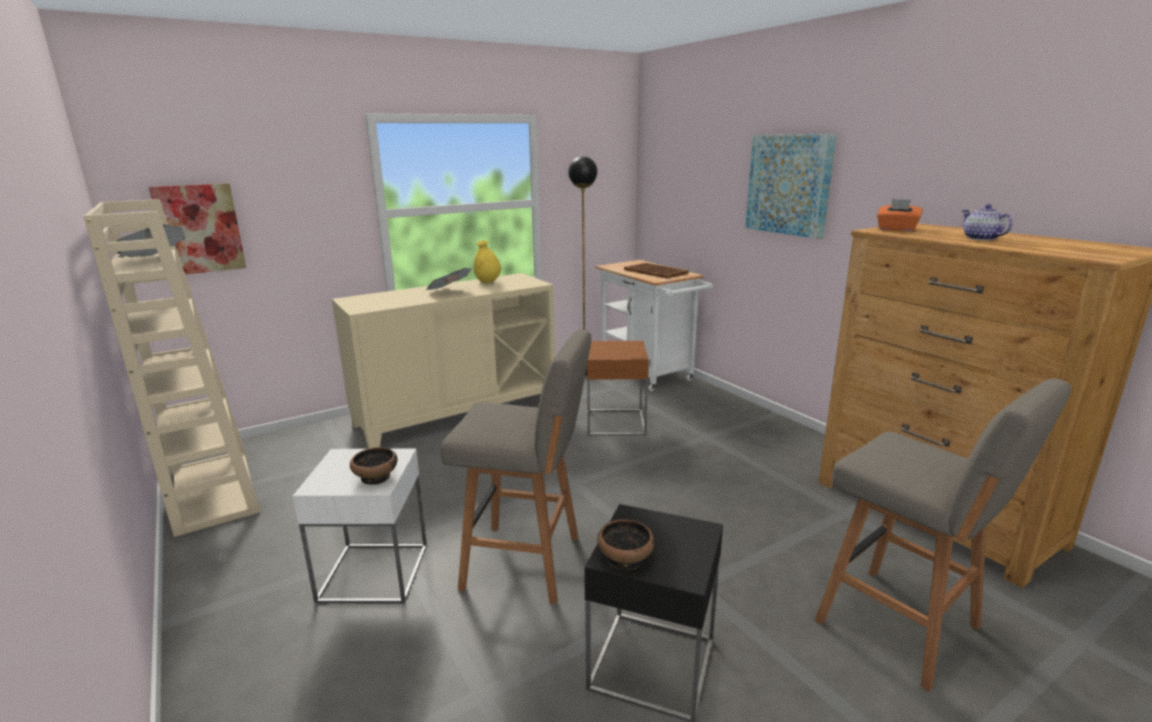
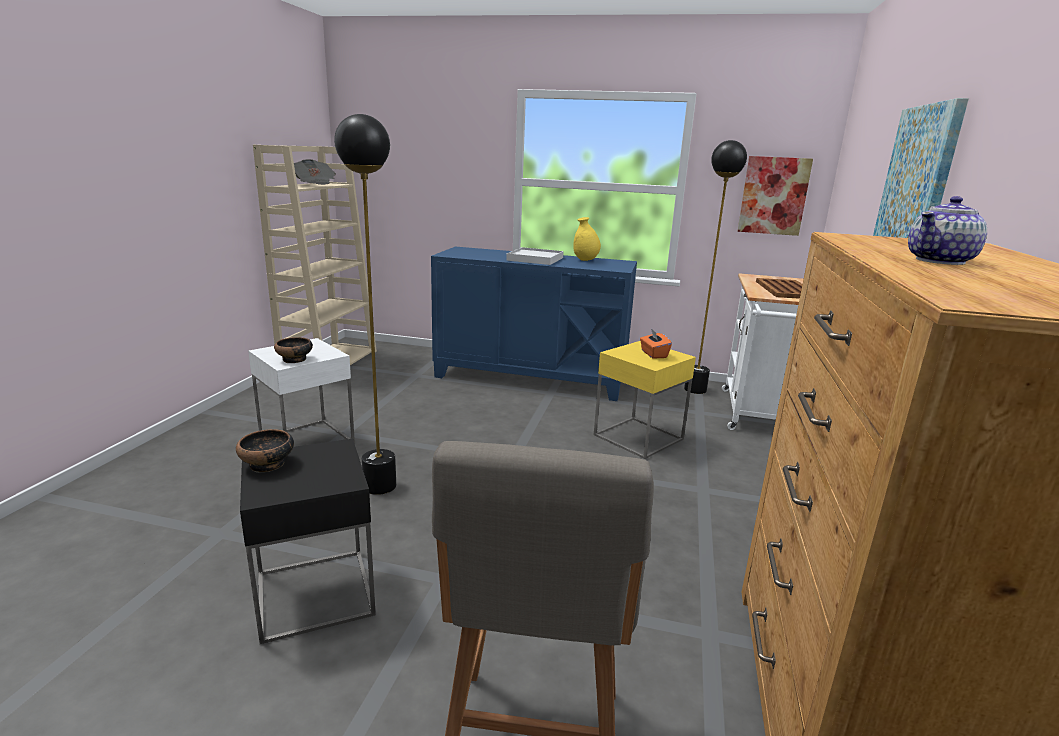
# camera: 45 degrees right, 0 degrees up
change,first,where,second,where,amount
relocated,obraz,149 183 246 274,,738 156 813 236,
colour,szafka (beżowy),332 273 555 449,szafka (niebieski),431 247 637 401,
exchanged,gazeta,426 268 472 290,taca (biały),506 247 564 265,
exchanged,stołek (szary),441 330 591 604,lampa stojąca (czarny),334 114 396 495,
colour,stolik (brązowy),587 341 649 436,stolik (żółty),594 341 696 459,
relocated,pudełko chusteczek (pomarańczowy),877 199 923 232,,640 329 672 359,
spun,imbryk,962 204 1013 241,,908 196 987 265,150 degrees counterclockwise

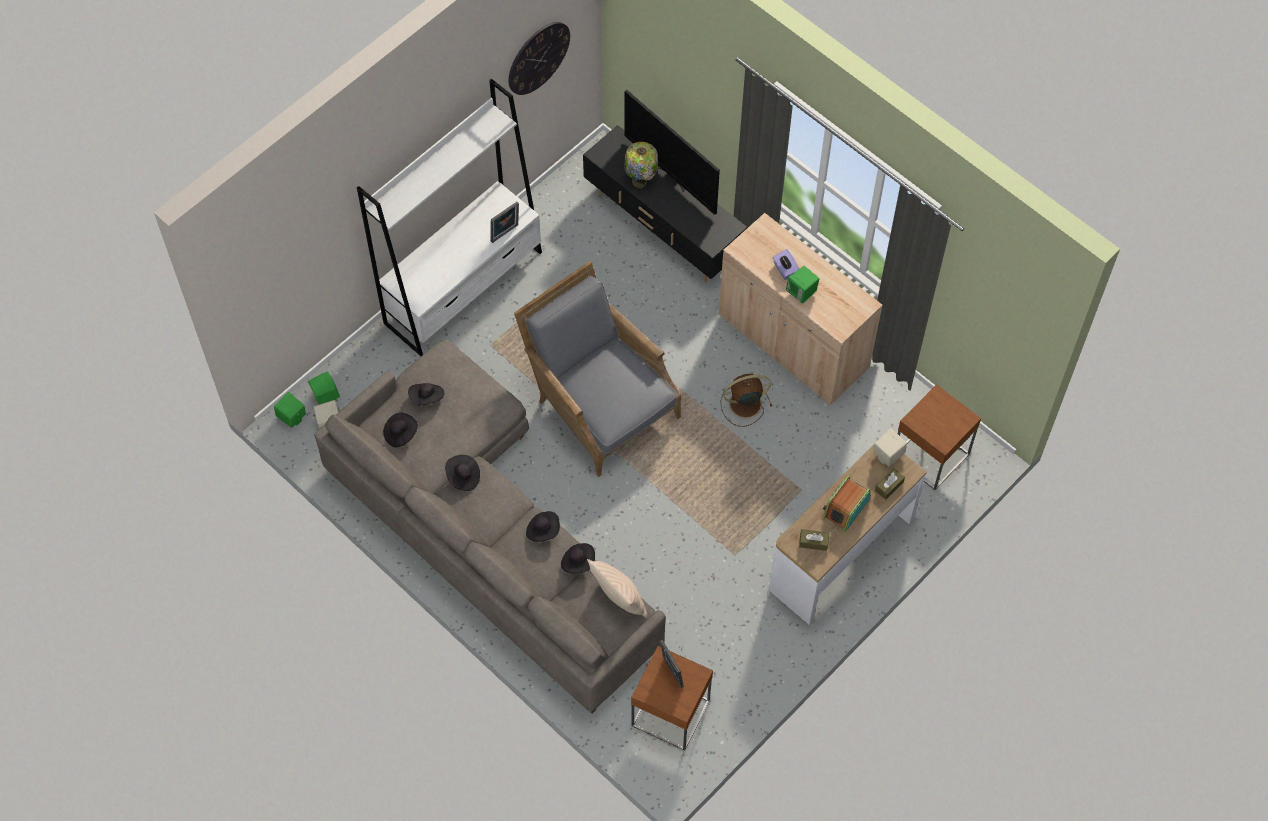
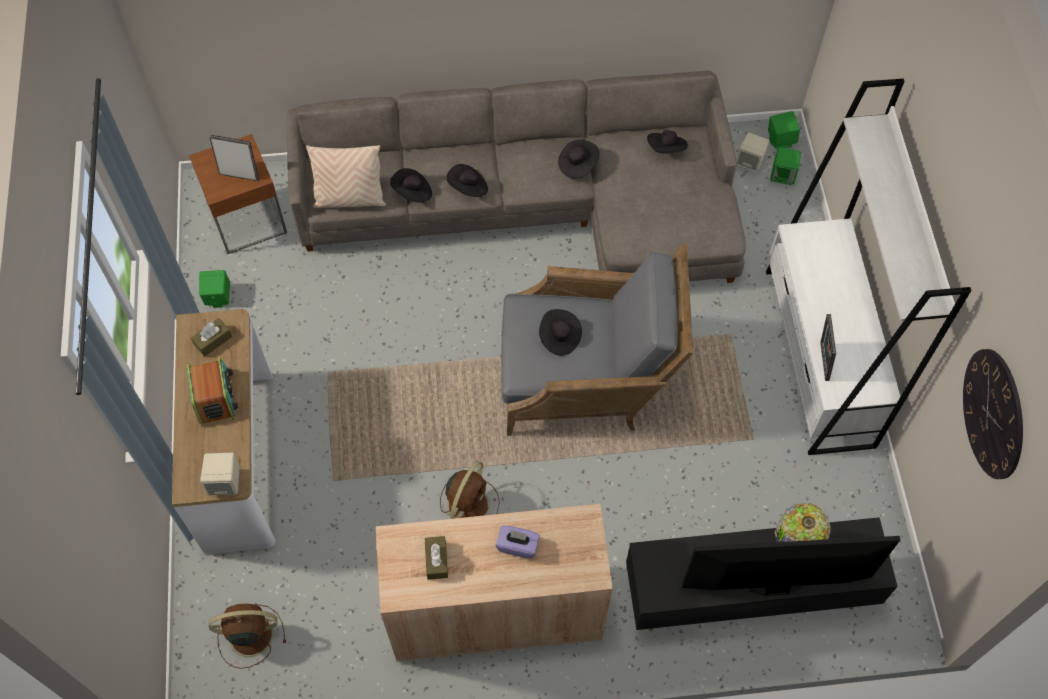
# camera: 130 degrees right, 0 degrees up
change,first,where,second,where,amount
relocated,kapelusz (czarny),408 383 444 405,,539 309 582 356,
relocated,głośnik (zielony),786 266 819 304,,199 270 230 308,
relocated,pudełko chusteczek (brązowy),875 468 905 500,,424 536 448 580,
exchanged,stolik (brązowy),898 384 981 490,wentylator (brązowy),209 603 286 669,

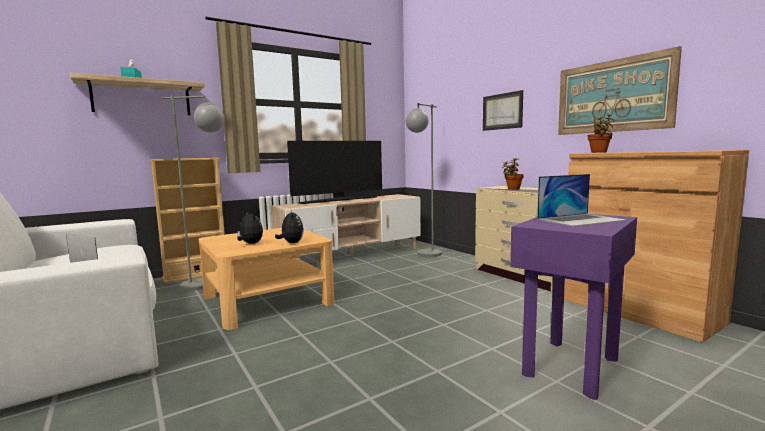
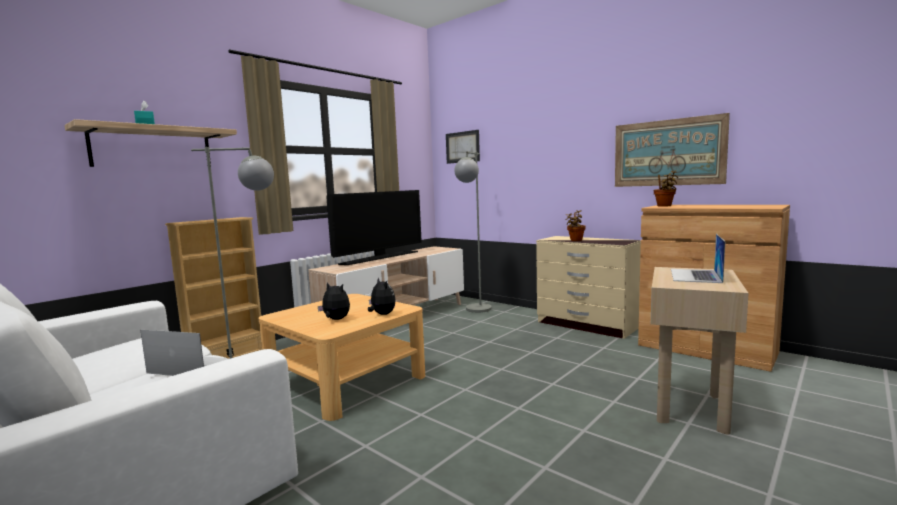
# camera: 15 degrees left, 0 degrees up
change,first,where,second,where,amount
relocated,obraz,483 90 523 131,,446 130 480 164,
colour,stolik (fioletowy),510 214 637 400,stolik (beżowy),651 267 749 435,
spun,laptop,537 174 626 226,,671 234 725 283,150 degrees clockwise

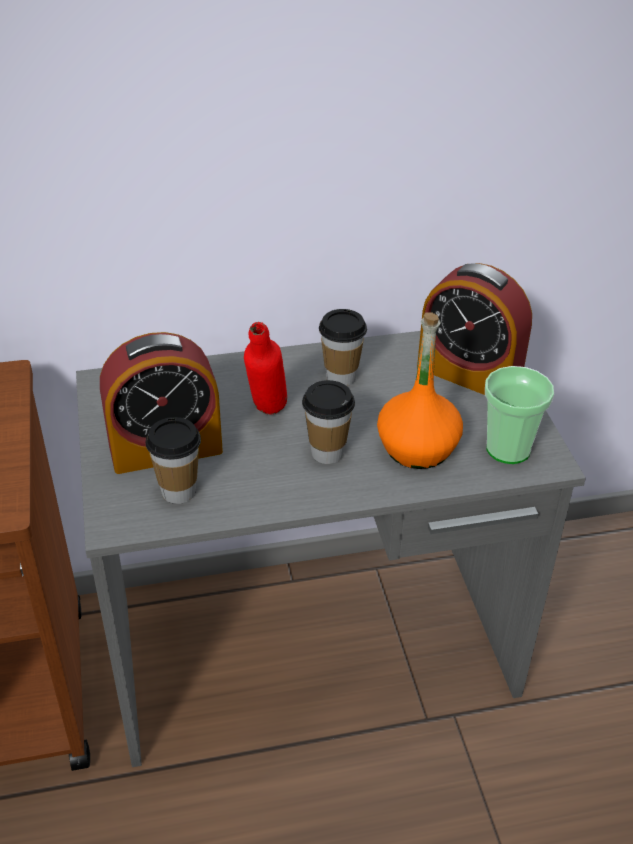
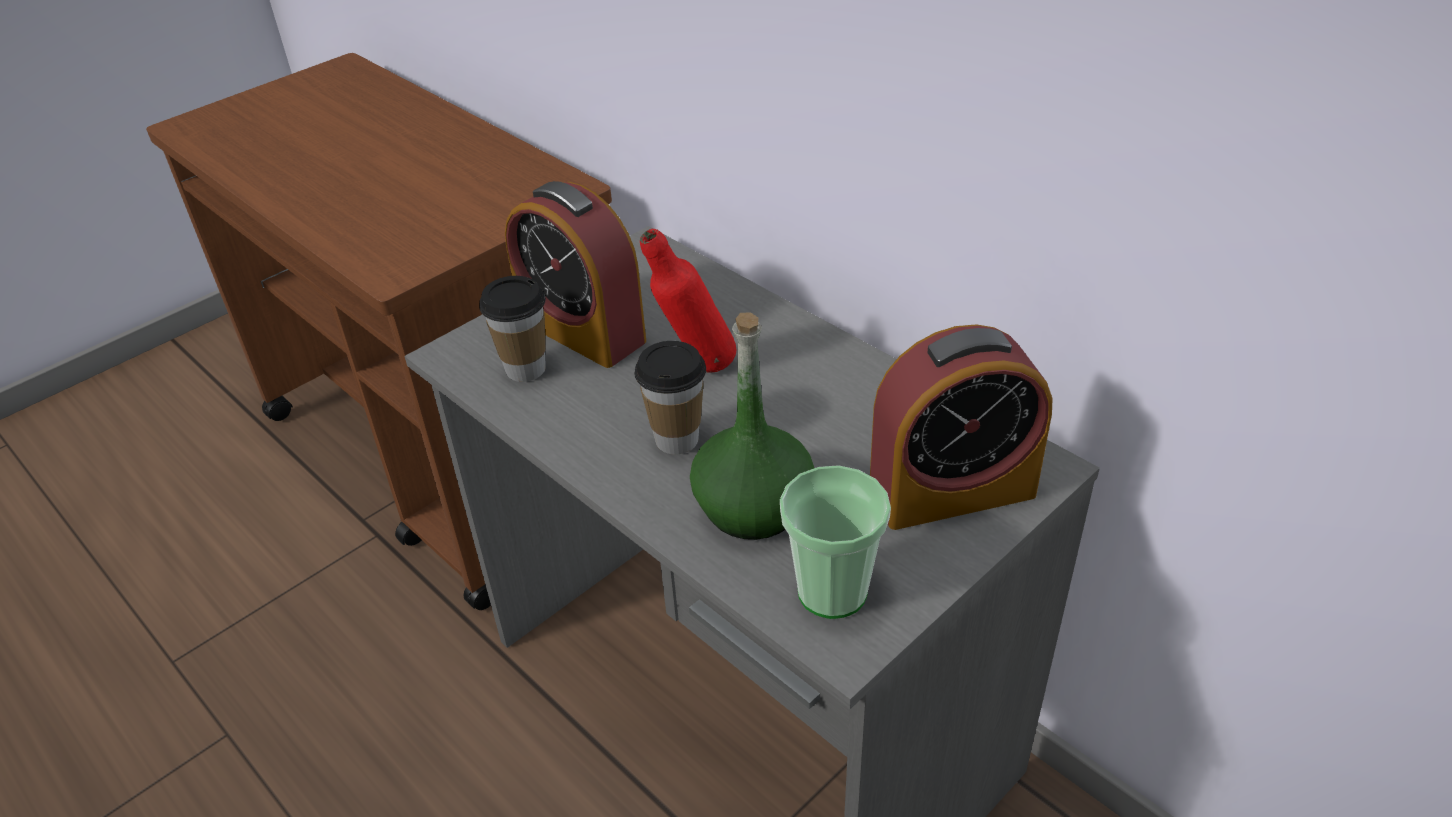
# camera: 60 degrees right, 0 degrees up
change,first,where,second,where,amount
missing,filiżanka,319 309 367 386,,,
colour,butelka (pomarańczowy),377 312 463 469,butelka (zielony),690 312 814 540,
spun,budzik,417 263 532 395,,870 324 1052 530,105 degrees counterclockwise

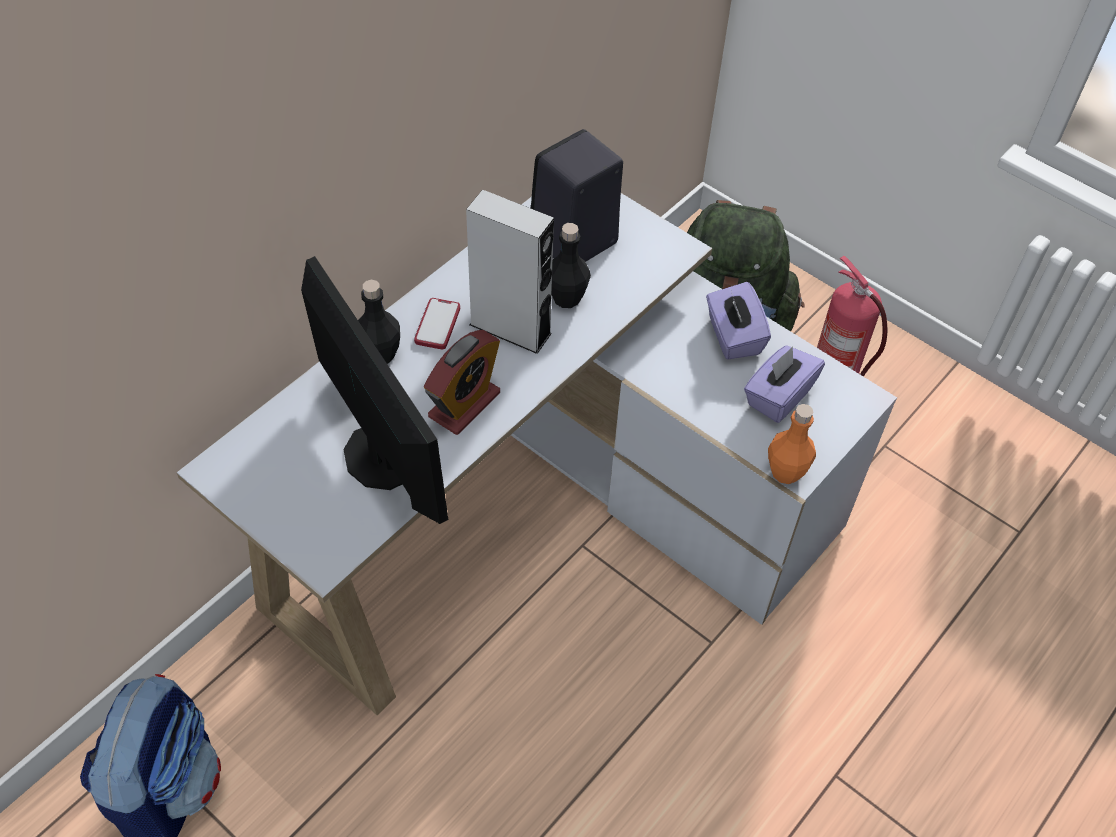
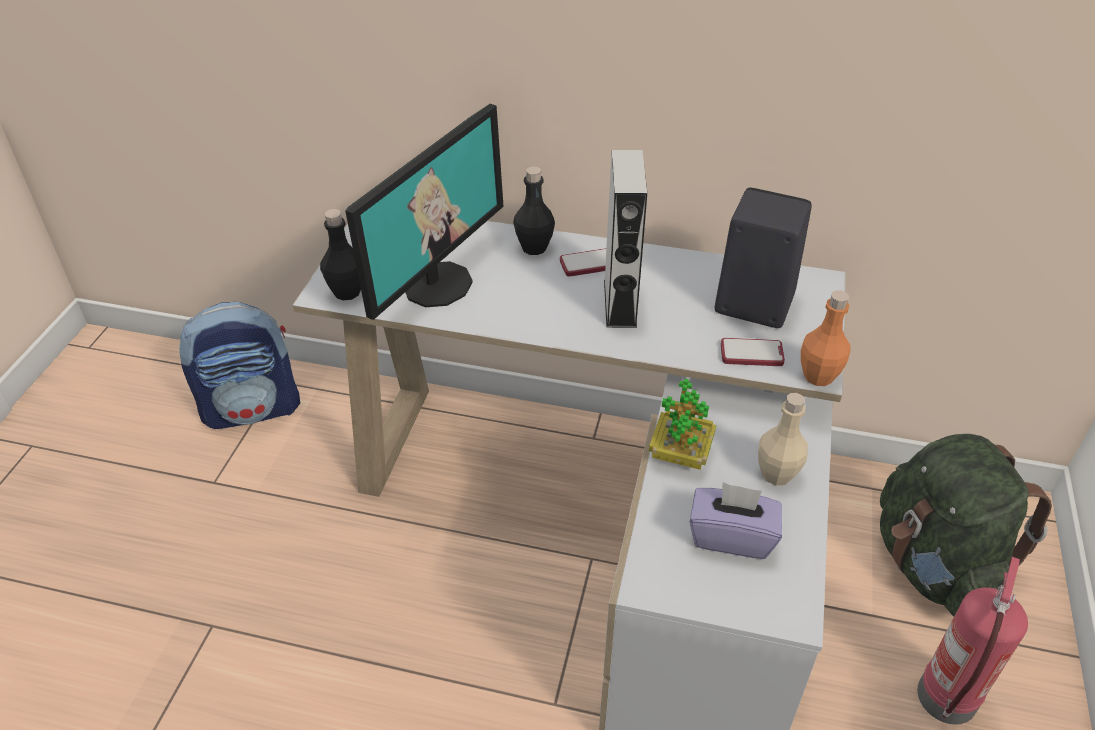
# camera: 65 degrees right, 10 degrees down
change,first,where,second,where,amount
missing,budzik,424 330 500 435,,,
relocated,butelka (czarny),552 223 591 308,,320 209 361 300,
exchanged,pudełko chusteczek (fioletowy),706 282 771 360,butelka (beżowy),758 393 808 485,
relocated,butelka (pomarańczowy),768 404 816 484,,801 290 851 386,
appeared,,,roślina doniczkowa,649 379 716 470,
appeared,,,telefon,721 338 785 366,

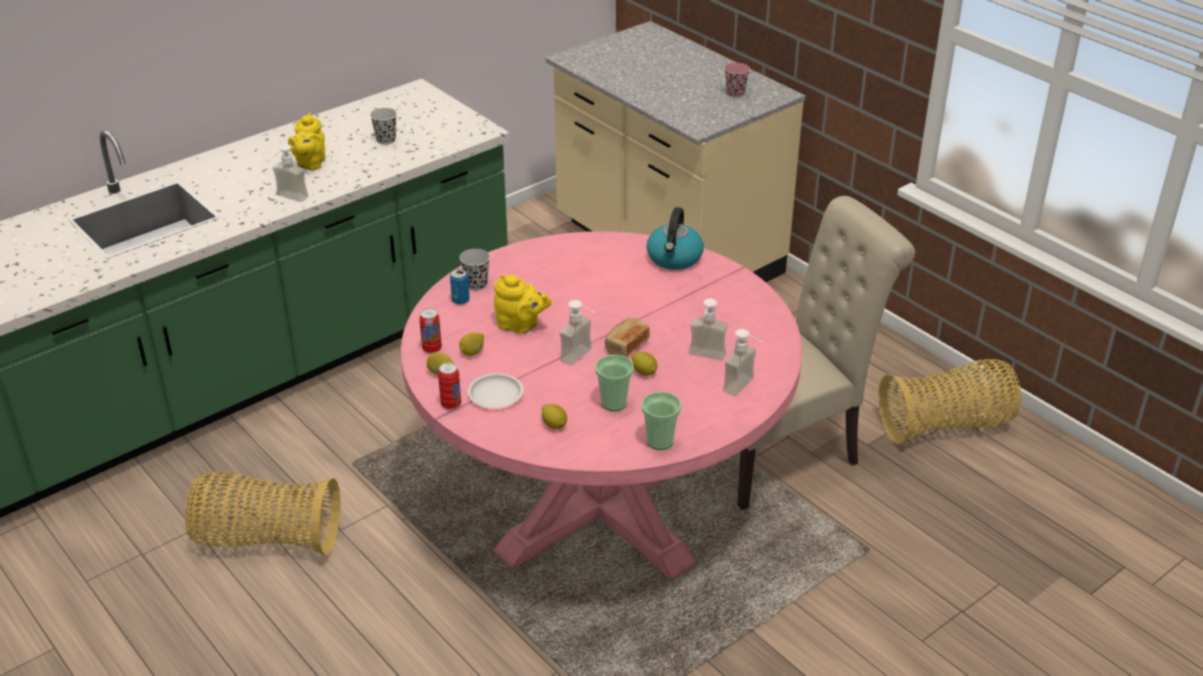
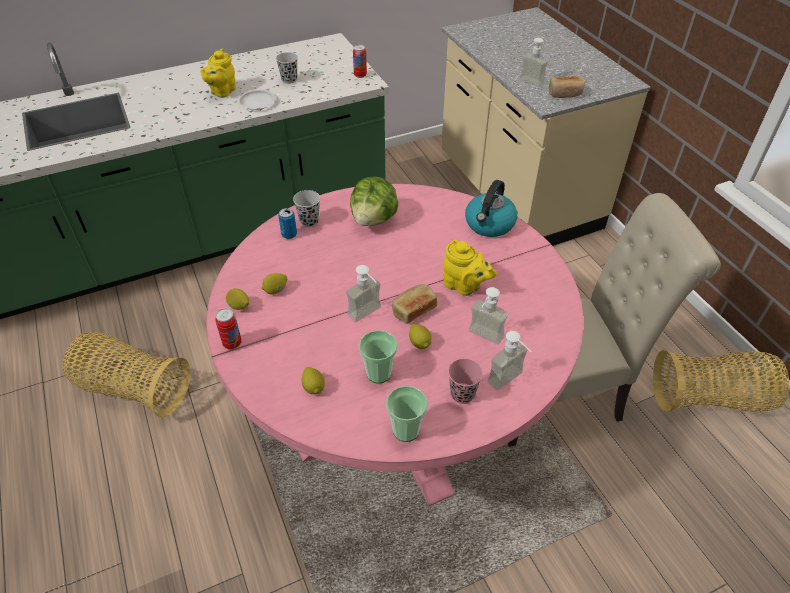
# camera: 15 degrees right, 10 degrees up
change,first,where,second,where,amount
relocated,dozownik mydła,273 144 309 202,,520 38 548 87,
relocated,puszka,419 308 442 354,,353 45 367 78,
relocated,talerz (biały),468 373 524 408,,238 90 276 110,
relocated,imbryk (żółty),494 274 552 334,,443 240 497 296,
relocated,filiżanka (różowy),724 63 750 98,,448 358 483 404,
appeared,,,sałata,350 177 398 226,
appeared,,,chleb,549 76 585 98,

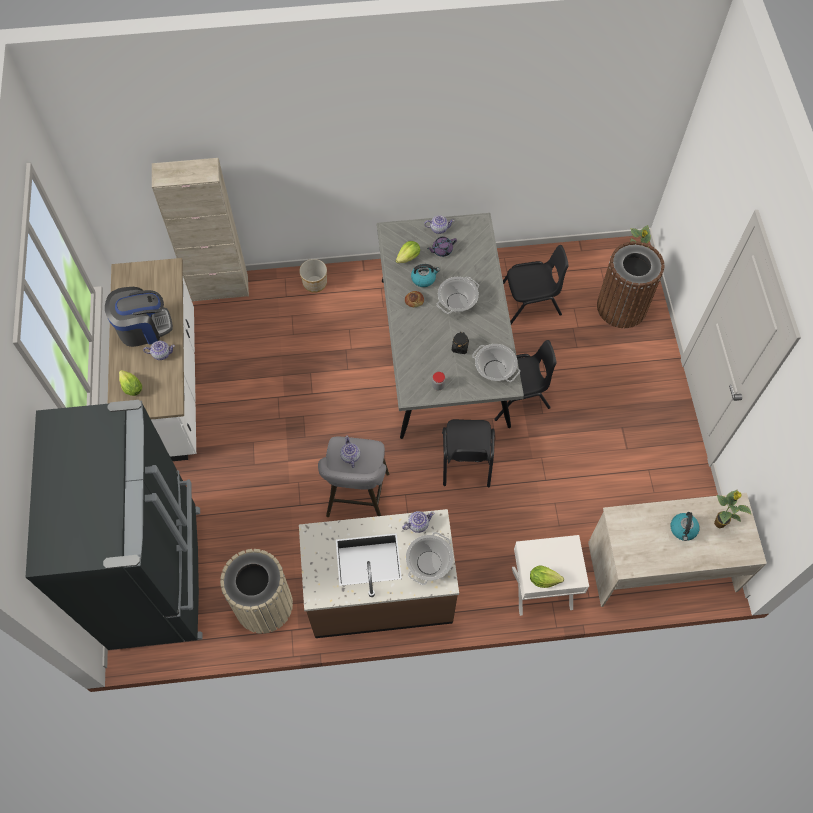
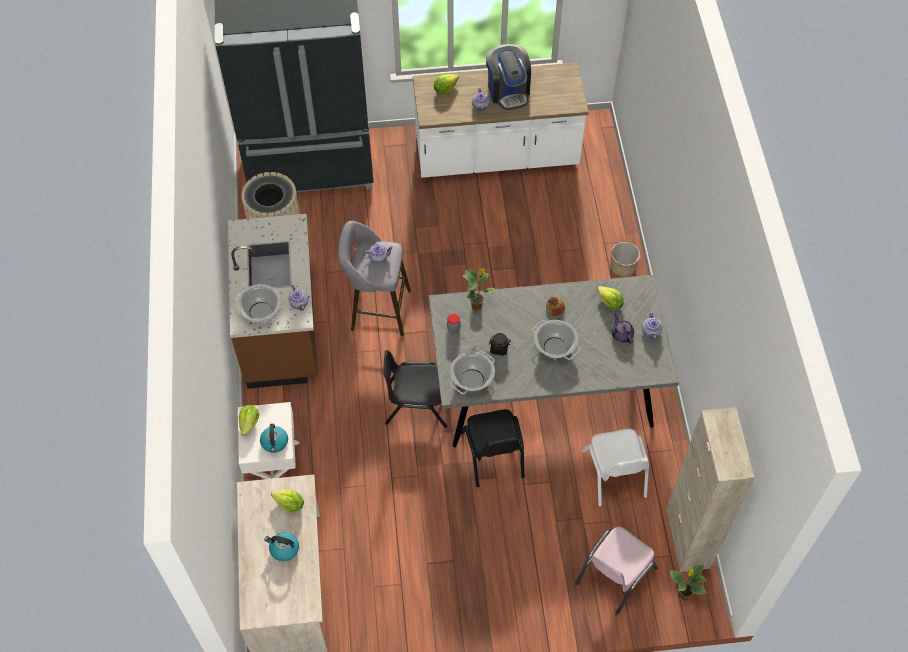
# camera: 90 degrees right, 5 degrees down
change,first,where,second,where,amount
relocated,szafka (beżowy),152 158 249 302,,666 407 754 572,
relocated,czajnik,411 264 440 287,,260 424 288 453,
colour,krzesło (czarny),503 245 569 324,krzesło (biały),581 429 649 507,
exchanged,kosz na śmieci (brązowy),597 241 665 328,krzesło (różowy),576 527 657 615,
relocated,roślina doniczkowa,714 490 752 528,,461 267 498 311,
appeared,,,sałata,271 490 304 512,

